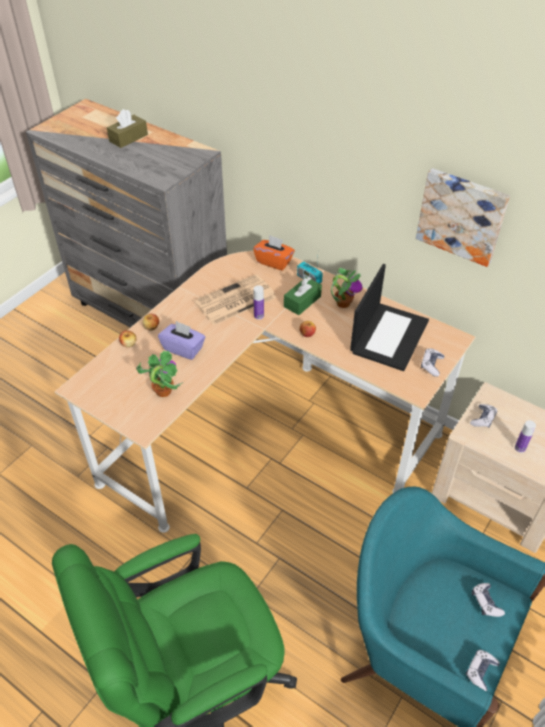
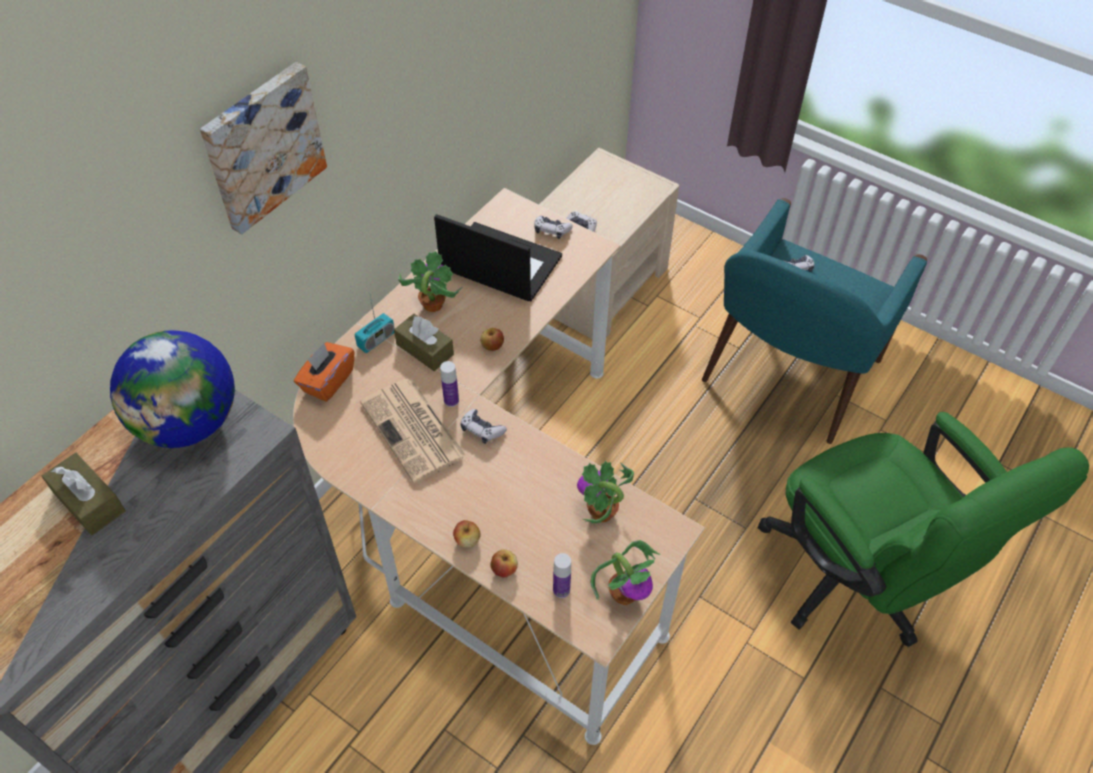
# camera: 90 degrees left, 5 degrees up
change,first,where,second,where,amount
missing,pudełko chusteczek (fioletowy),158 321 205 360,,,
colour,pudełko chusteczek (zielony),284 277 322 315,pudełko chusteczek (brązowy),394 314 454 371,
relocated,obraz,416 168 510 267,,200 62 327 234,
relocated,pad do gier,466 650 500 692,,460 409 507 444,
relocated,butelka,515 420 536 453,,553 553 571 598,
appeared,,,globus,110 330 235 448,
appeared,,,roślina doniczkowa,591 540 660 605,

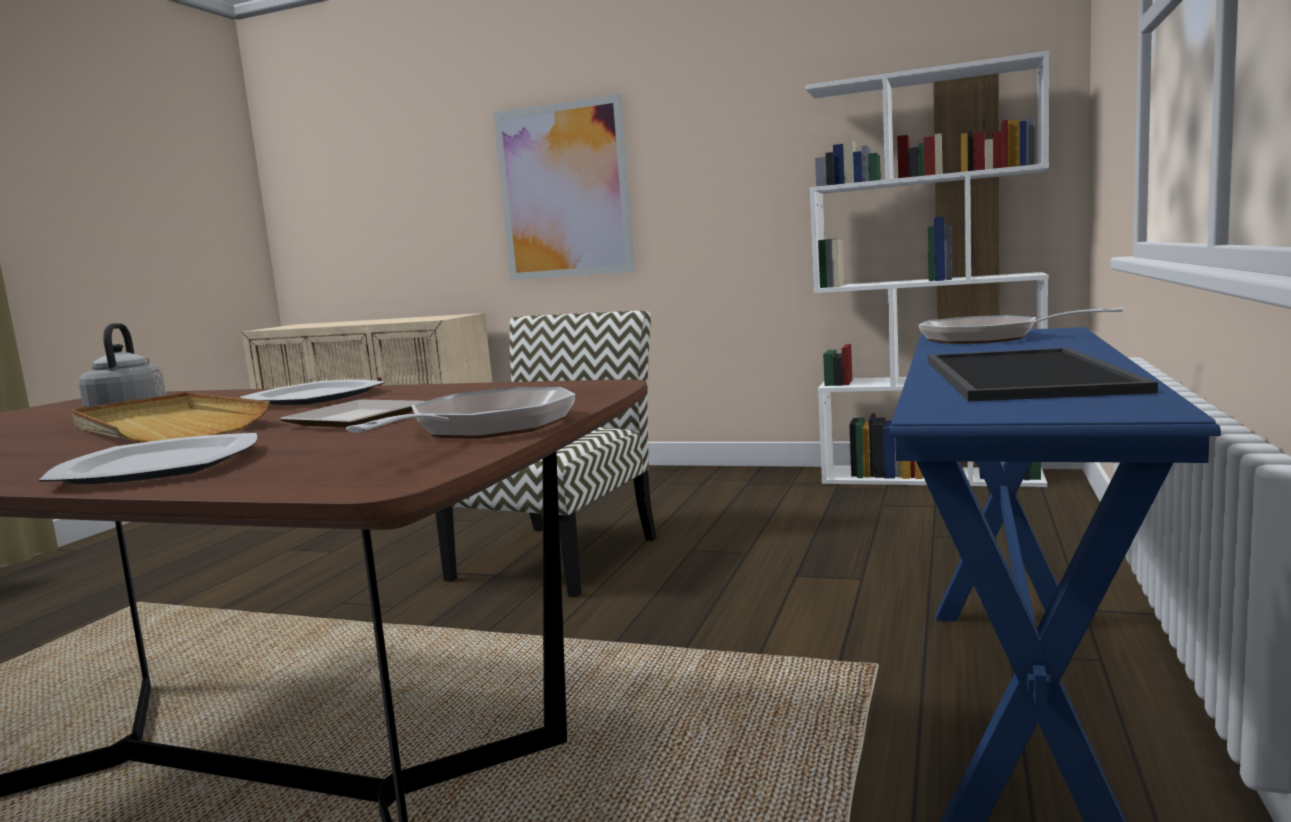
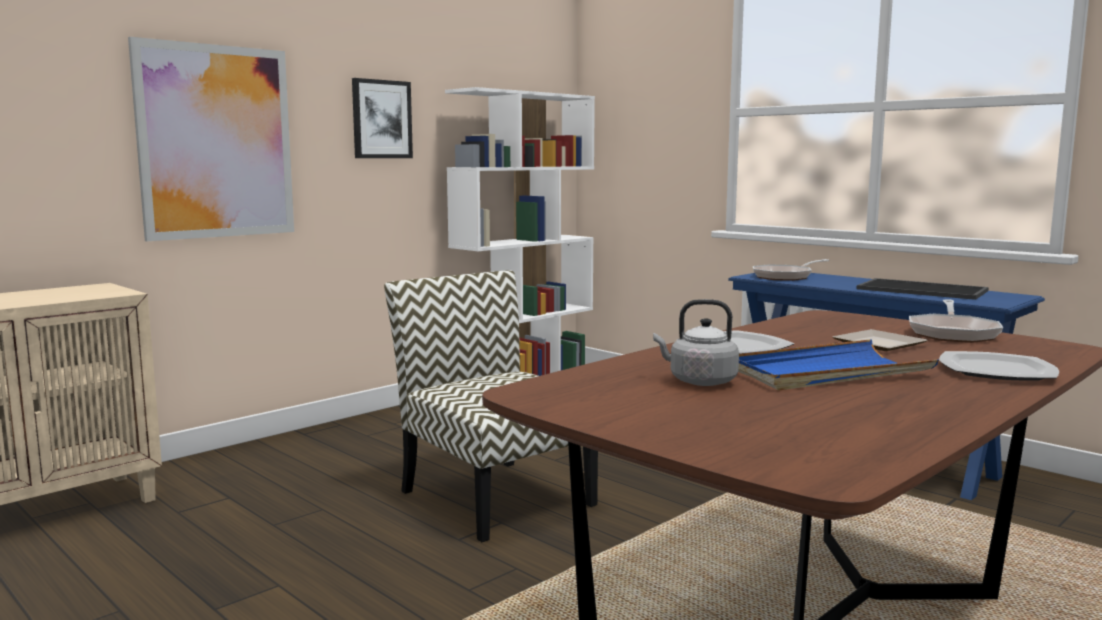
# camera: 65 degrees left, 0 degrees up
change,first,where,second,where,amount
colour,taca (beżowy),72 392 270 442,taca (niebieski),738 339 939 390,
spun,patelnia,346 387 575 439,,909 299 1003 343,120 degrees counterclockwise
appeared,,,obraz,352 78 413 158,

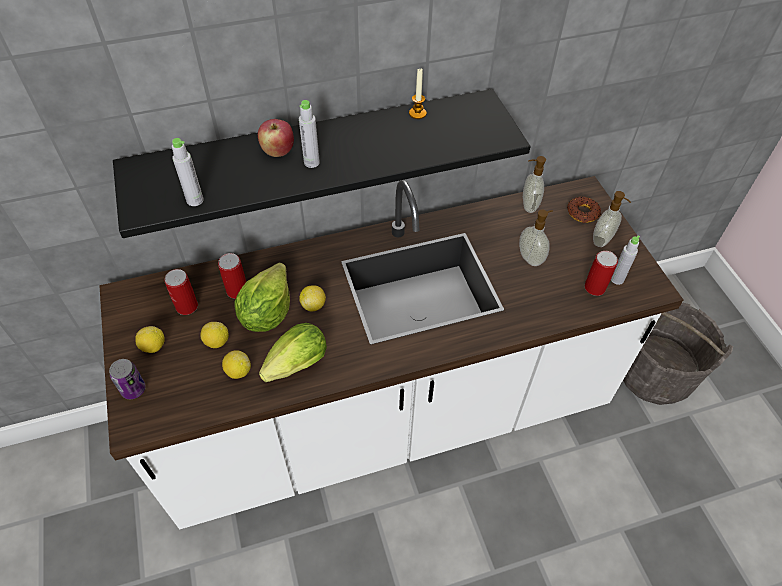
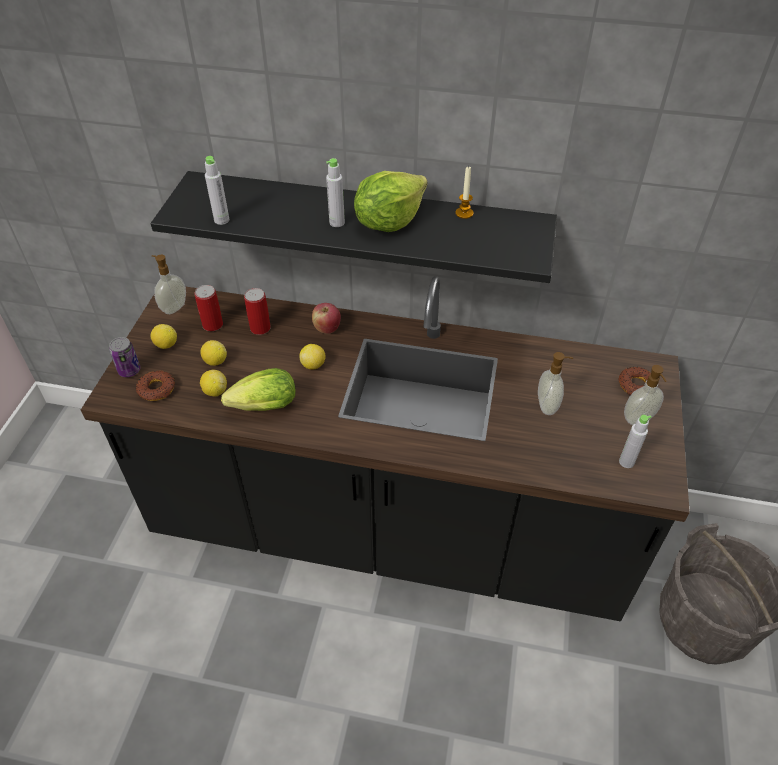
# camera: 30 degrees right, 5 degrees down
change,first,where,second,where,amount
colour,zabudowa kuchenna (biały),99 176 683 529,zabudowa kuchenna (czarny),81 276 690 621,
relocated,sałata,234 263 290 332,,354 171 427 232,
relocated,jabłko,258 119 294 157,,312 303 341 334,
relocated,dozownik mydła,523 156 546 213,,152 255 186 314,
missing,puszka,584 251 618 296,,,
appeared,,,donut,136 371 175 401,

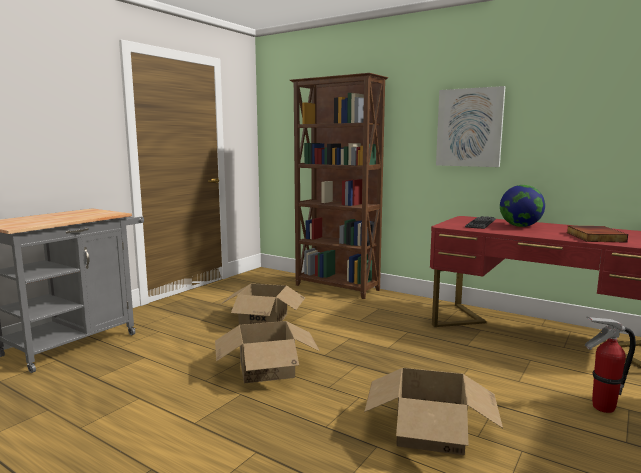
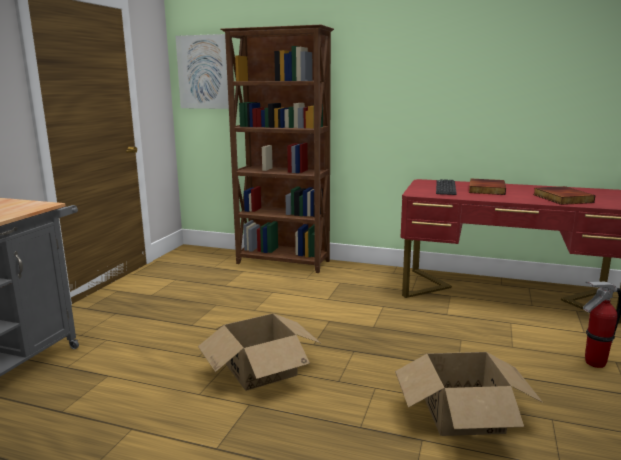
# camera: 15 degrees left, 5 degrees up
change,first,where,second,where,amount
missing,karton,221 283 305 325,,,
relocated,obraz,436 86 505 167,,175 34 229 109,
exchanged,globus,500 185 545 227,książka,469 178 506 195,

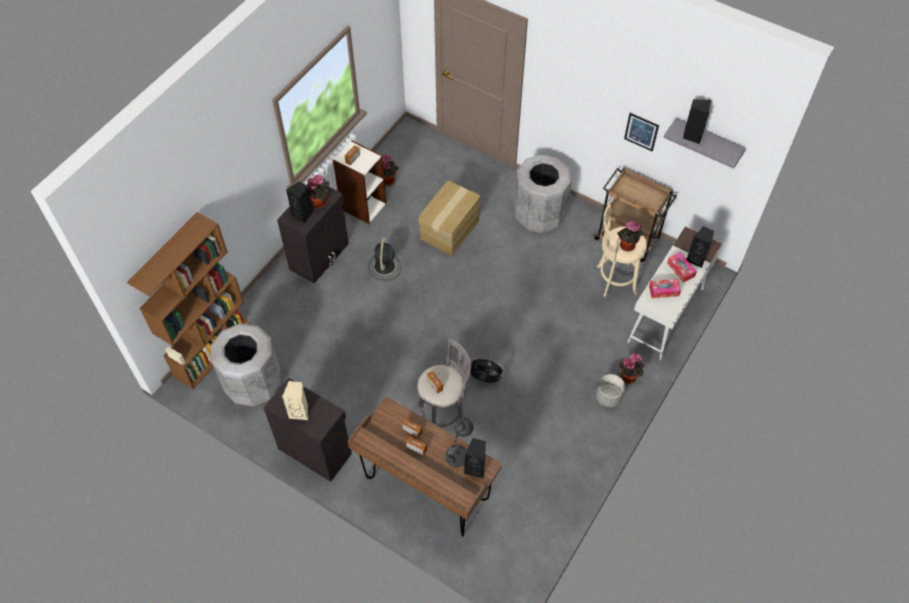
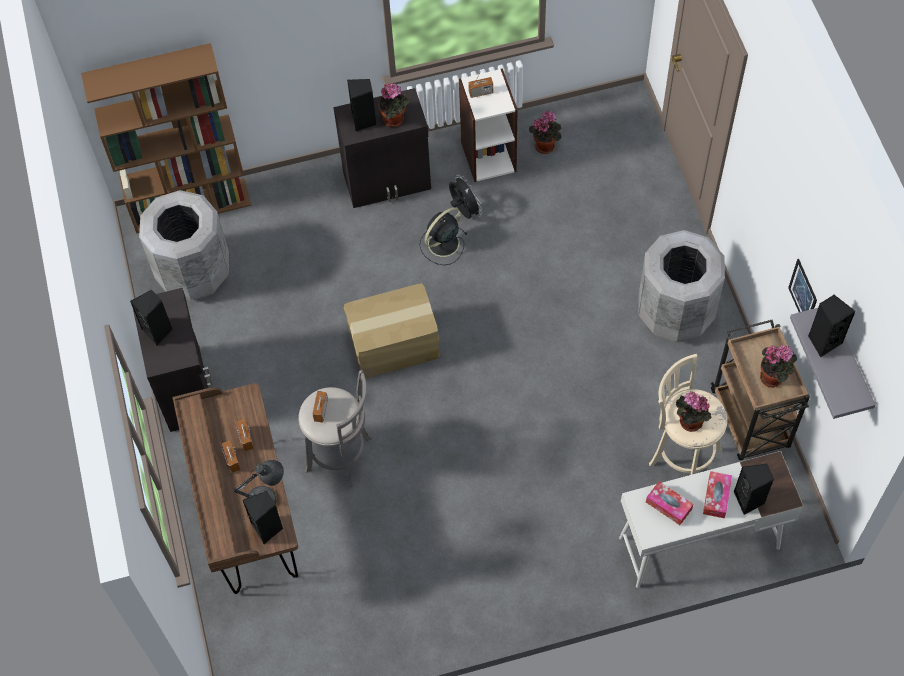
# camera: 45 degrees right, 5 degrees up
change,first,where,second,where,amount
colour,głośnik (beżowy),282 381 308 420,głośnik (czarny),130 290 173 346,
relocated,karton,418 181 481 256,,344 283 440 378,
relocated,wentylator (czarny),471 356 505 382,,449 175 482 219,
missing,donica (szary),596 374 625 407,,,
relocated,roślina doniczkowa,619 353 644 384,,760 345 797 388,

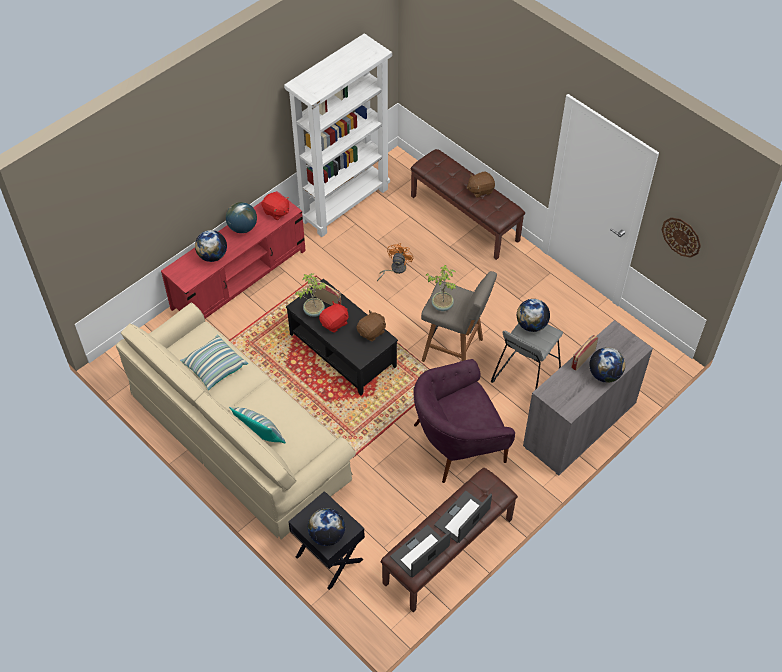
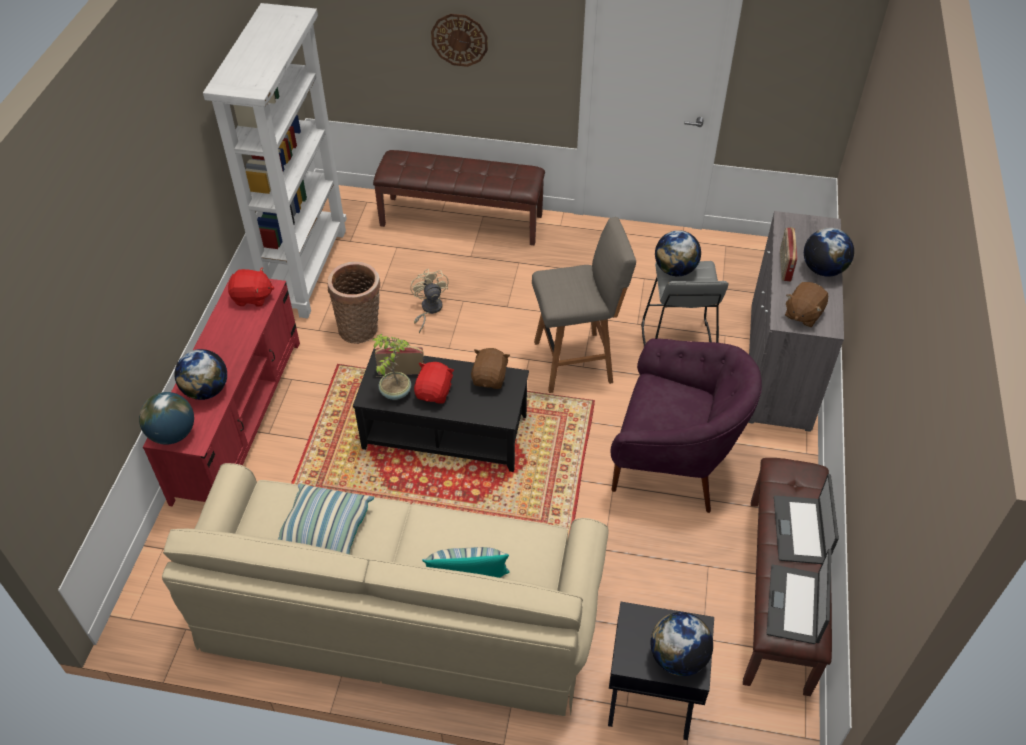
# camera: 35 degrees left, 5 degrees down
change,first,where,second,where,amount
relocated,globus,226 202 257 233,,139 392 194 445,
colour,wentylator (pomarańczowy),377 243 413 281,wentylator (beżowy),410 269 449 333,
spun,fotel (fioletowy),413 359 515 483,,611 338 762 513,105 degrees counterclockwise
missing,roślina doniczkowa,426 265 457 311,,,
relocated,pluszak (brązowy),467 172 495 198,,785 282 828 327,
relocated,zegar ścienny,662 218 701 258,,431 14 488 67,
appeared,,,koszyk,328 261 381 344,

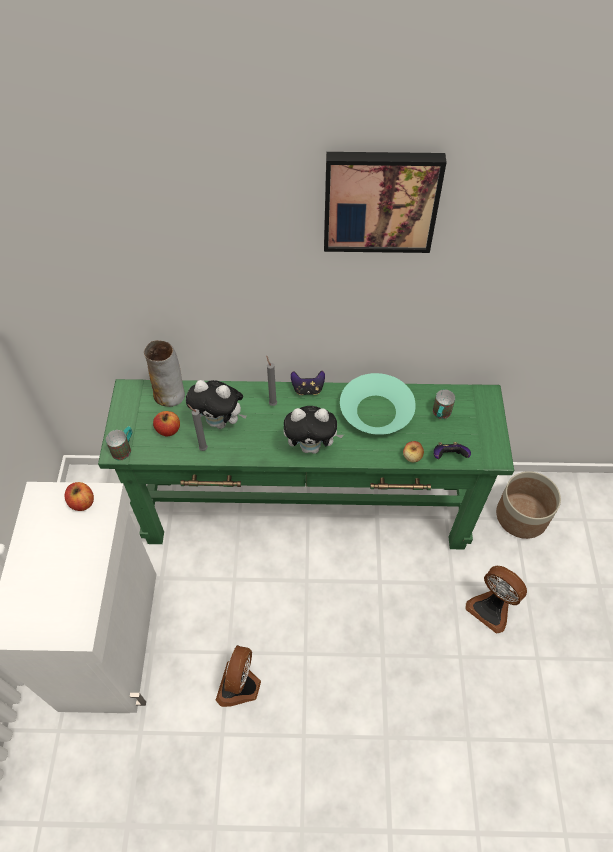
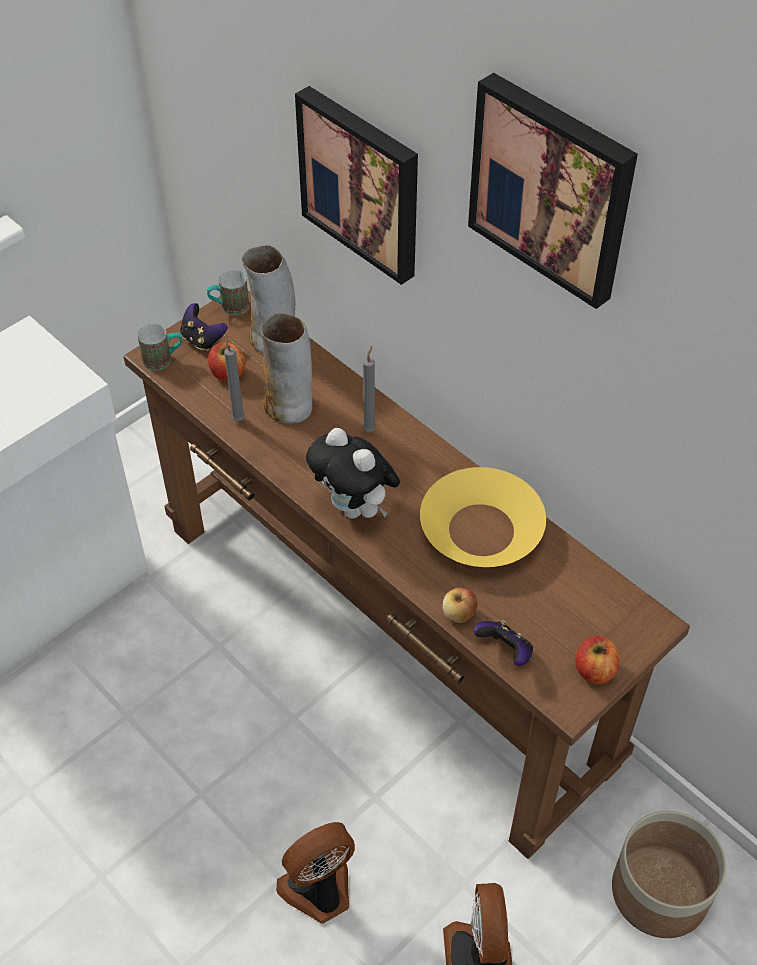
# camera: 45 degrees right, 5 degrees down
change,first,where,second,where,amount
relocated,jabłko,64 482 94 511,,575 636 619 684,
colour,stolik konsolowy (zielony),98 379 514 550,stolik konsolowy (brązowy),123 291 690 859,
exchanged,pluszak,186 380 247 429,wazon,260 313 313 424,
relocated,wentylator,216 645 261 707,,276 822 355 924,
relocated,pad do gier,291 371 325 395,,180 303 227 351,
colour,miska (turkusowy),340 373 416 435,miska (żółty),420 467 546 567,
relocated,kubek,432 389 455 419,,207 270 249 315,
appeared,,,obraz,295 86 418 285,

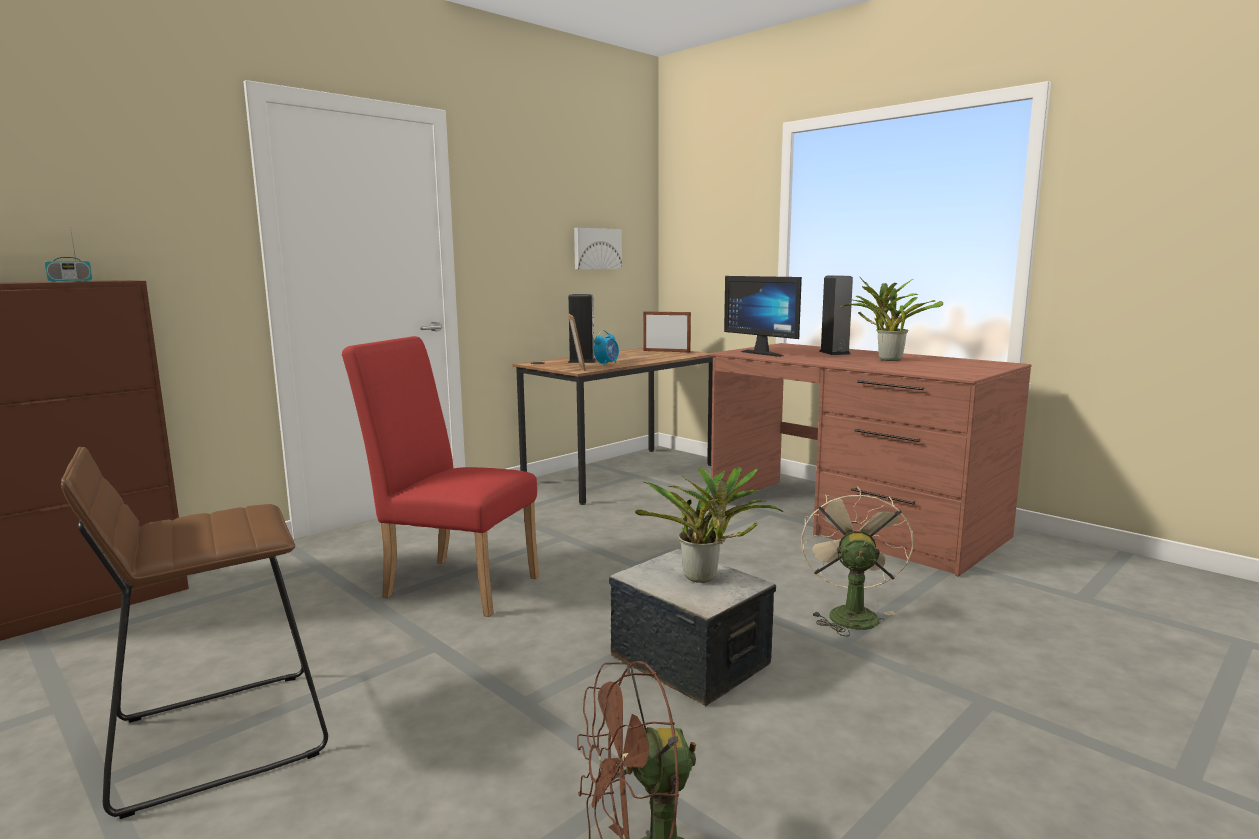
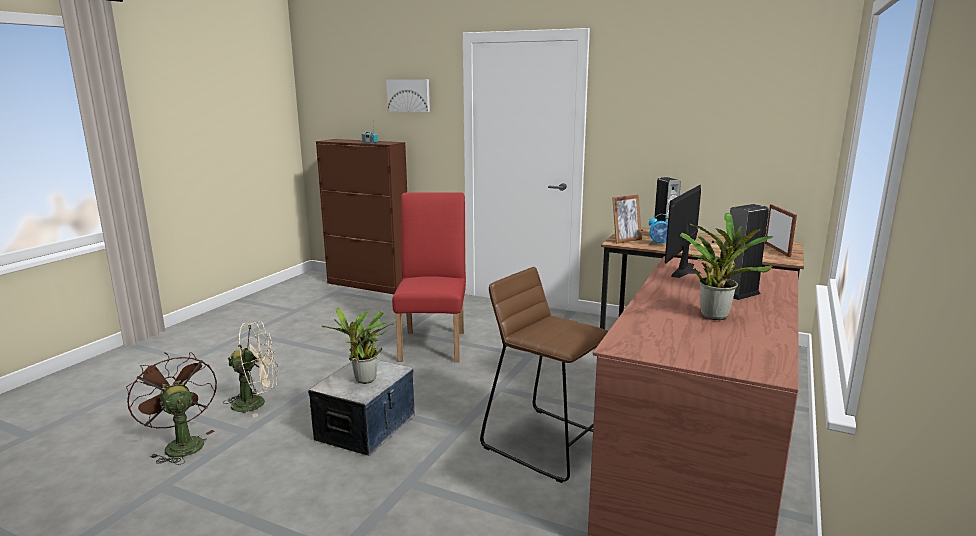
# camera: 70 degrees right, 5 degrees up
change,first,where,second,where,amount
relocated,stołek (brązowy),61 447 328 819,,480 267 608 483,
relocated,obraz,574 228 622 269,,386 79 430 112,
relocated,wentylator (beżowy),801 487 914 636,,223 322 278 417,

